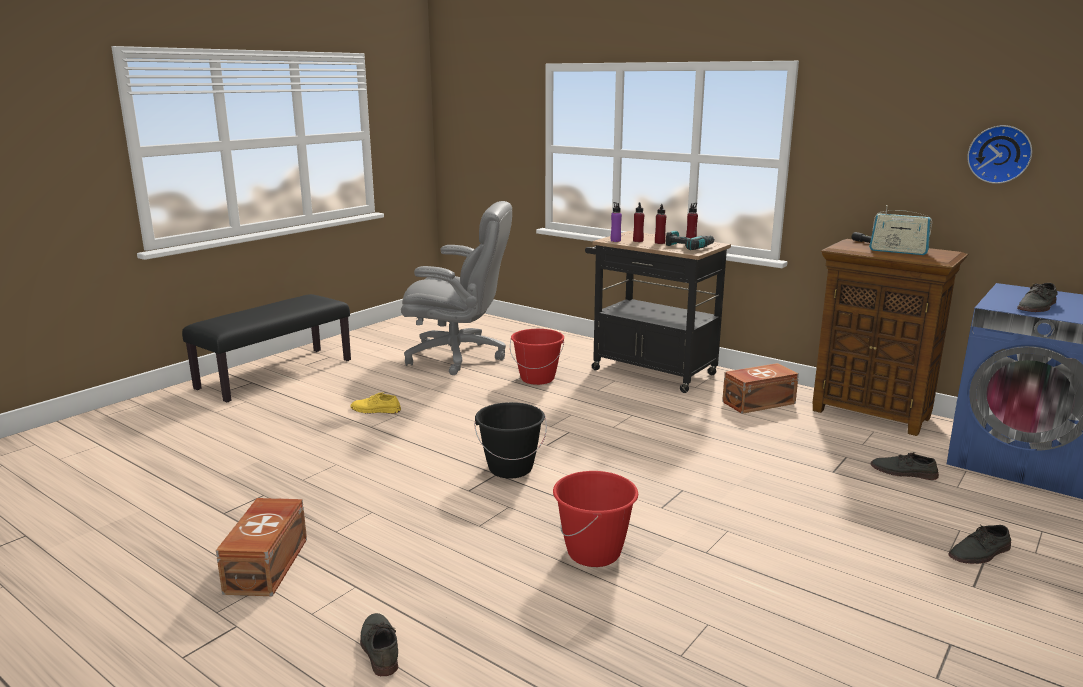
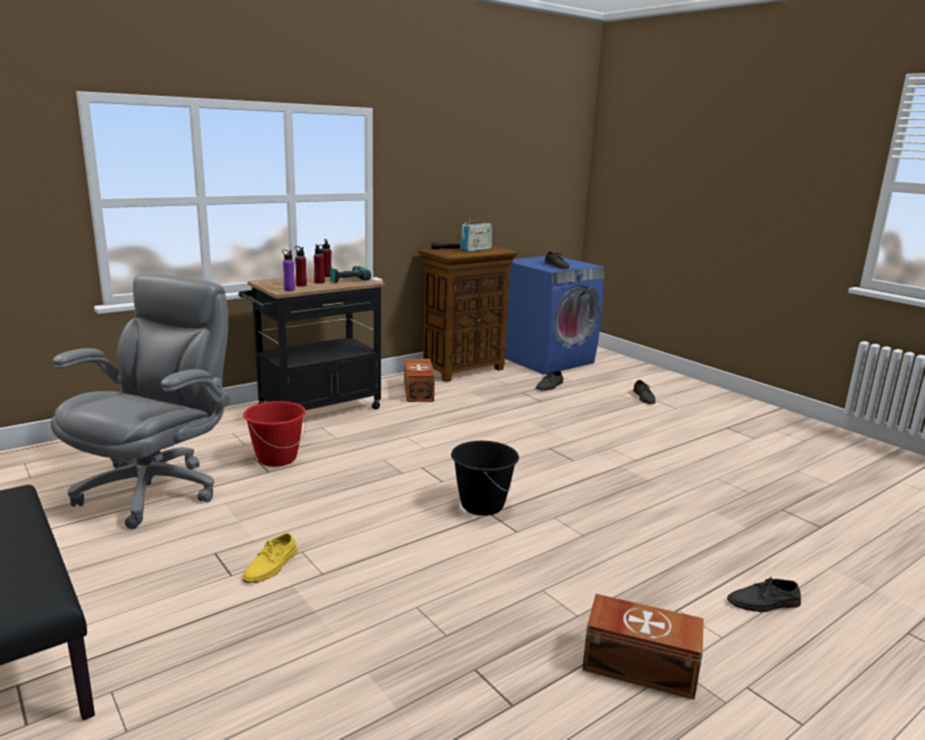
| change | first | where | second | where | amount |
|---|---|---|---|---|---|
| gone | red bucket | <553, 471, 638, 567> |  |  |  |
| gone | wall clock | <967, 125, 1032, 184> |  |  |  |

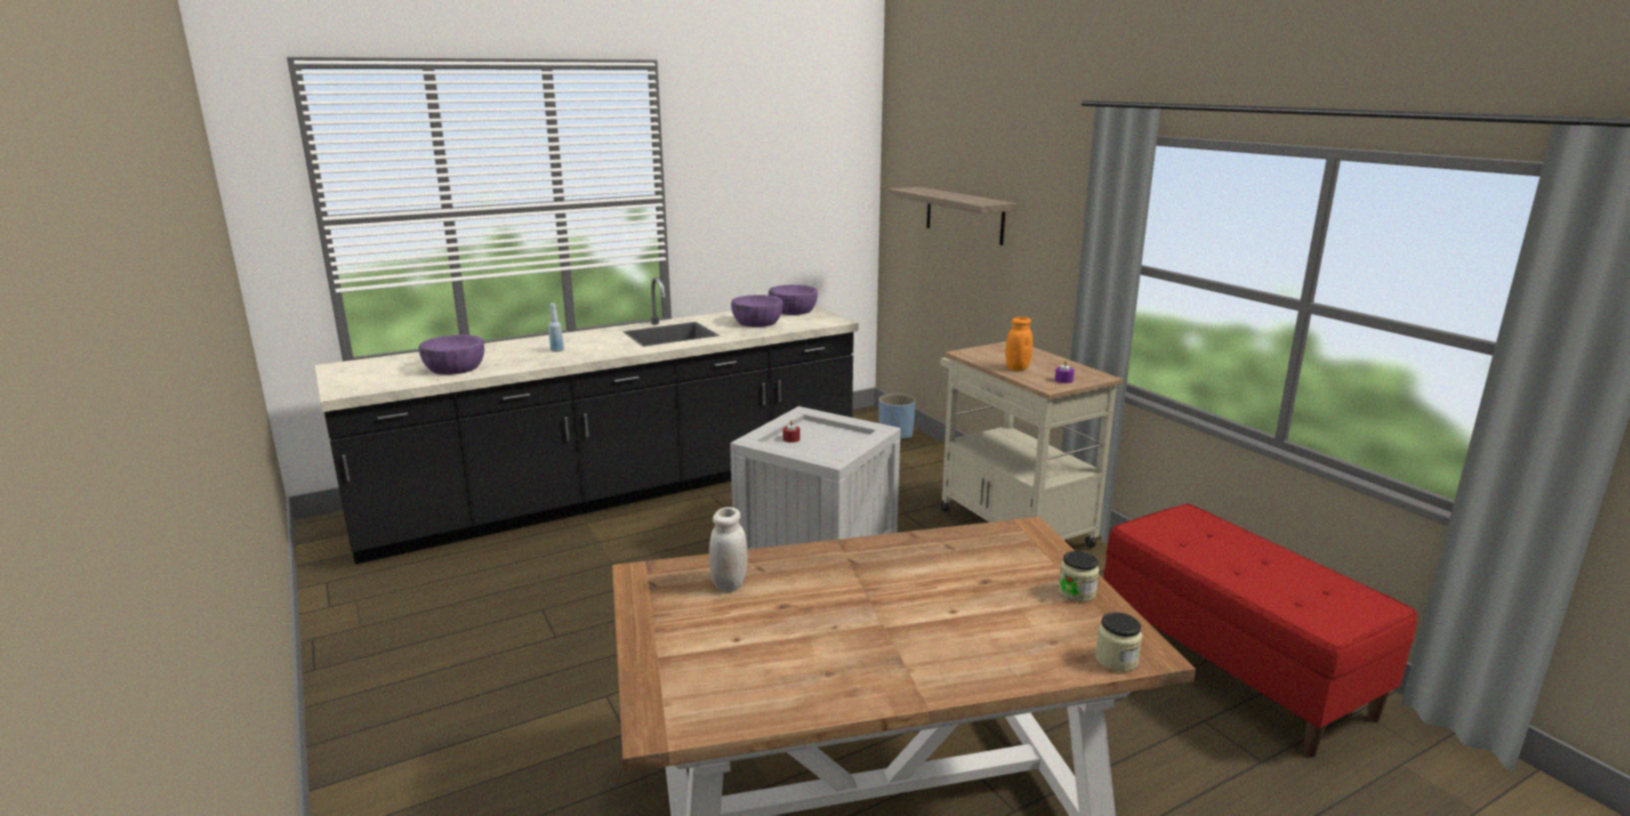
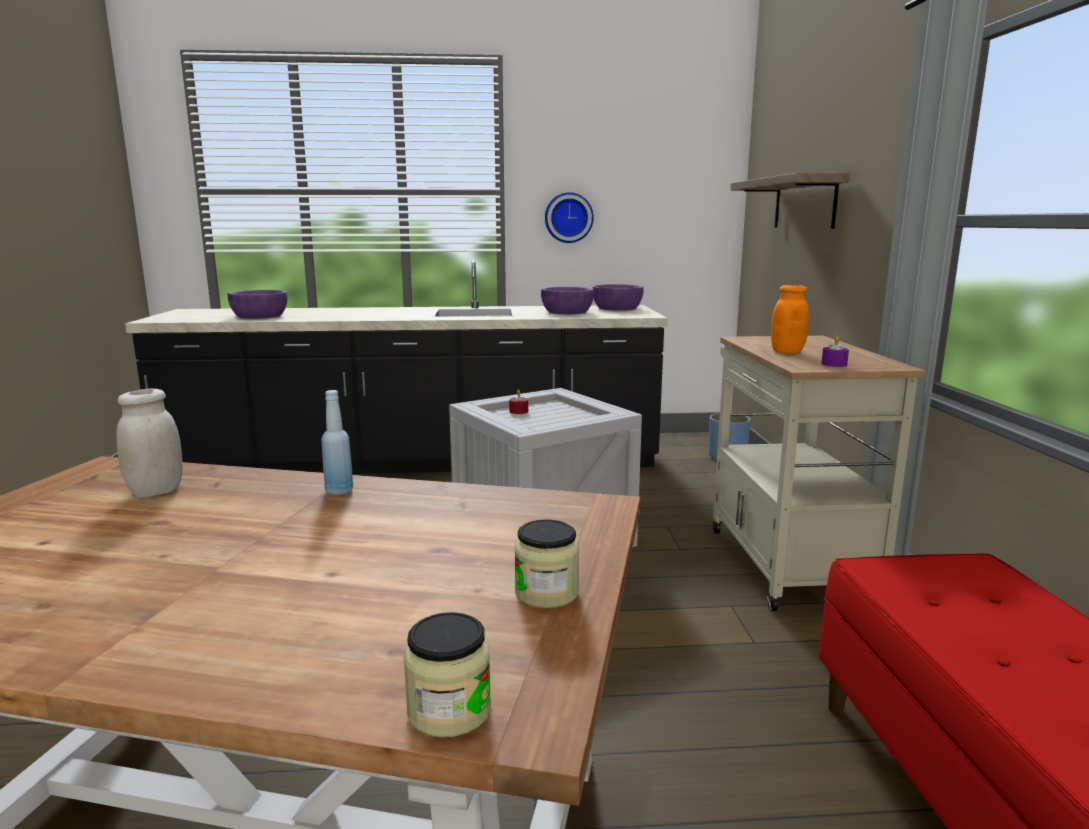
| change | first | where | second | where | amount |
|---|---|---|---|---|---|
| shifted | blue bottle | <548, 303, 564, 352> |  | <321, 390, 353, 495> |  |
| new |  |  | wall clock | <545, 192, 594, 243> |  |

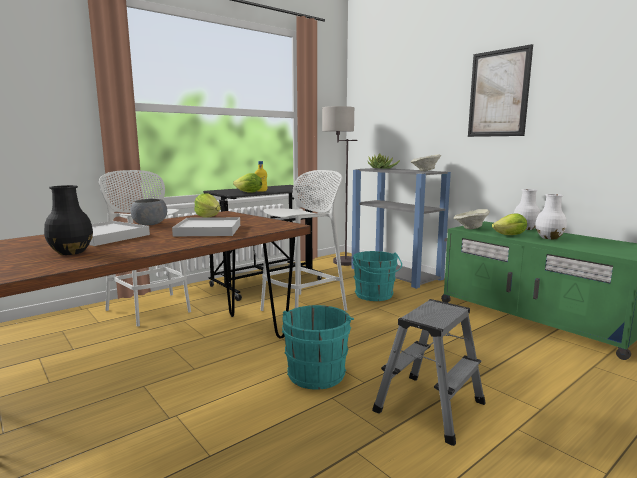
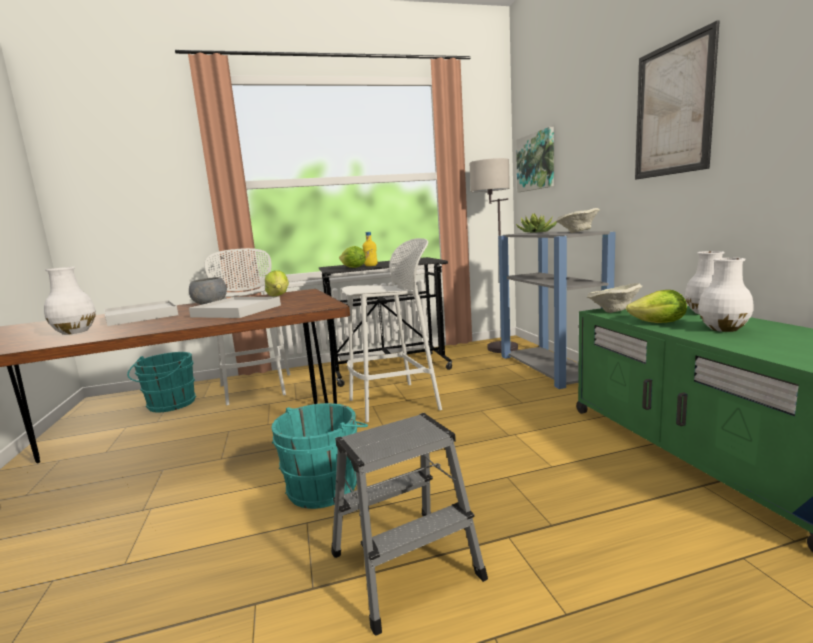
| change | first | where | second | where | amount |
|---|---|---|---|---|---|
| repainted | black vase | <44, 185, 93, 255> | white vase | <44, 267, 96, 335> |  |
| shifted | turquoise bucket | <352, 251, 402, 301> |  | <127, 352, 196, 413> |  |
| new |  |  | picture | <516, 127, 554, 192> |  |

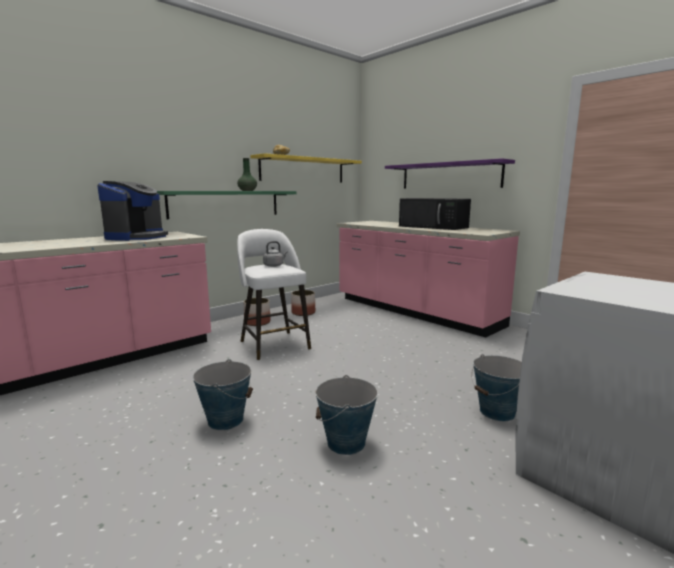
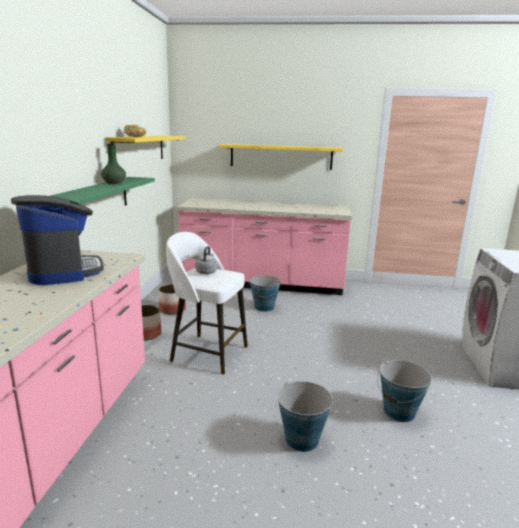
| change | first | where | second | where | amount |
|---|---|---|---|---|---|
| repainted | purple shelf | <385, 158, 515, 189> | yellow shelf | <218, 144, 343, 170> |  |
| shifted | bucket | <471, 354, 522, 421> |  | <249, 275, 281, 312> |  |
| gone | black microwave | <399, 198, 471, 230> |  |  |  |

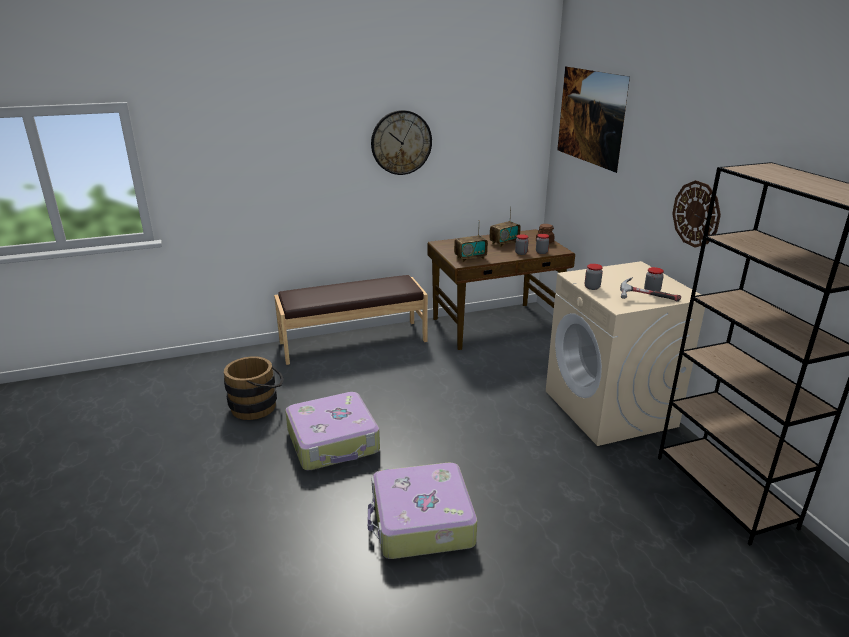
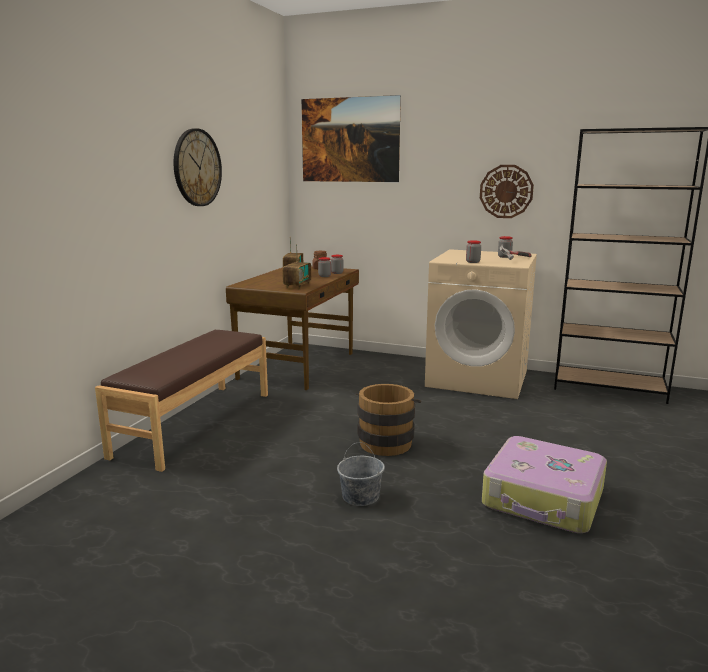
| change | first | where | second | where | amount |
|---|---|---|---|---|---|
| swapped | suitcase | <285, 392, 380, 470> | grey bucket | <337, 442, 385, 506> |  |
| shifted | brown bucket | <224, 356, 284, 420> |  | <355, 384, 421, 456> |  |

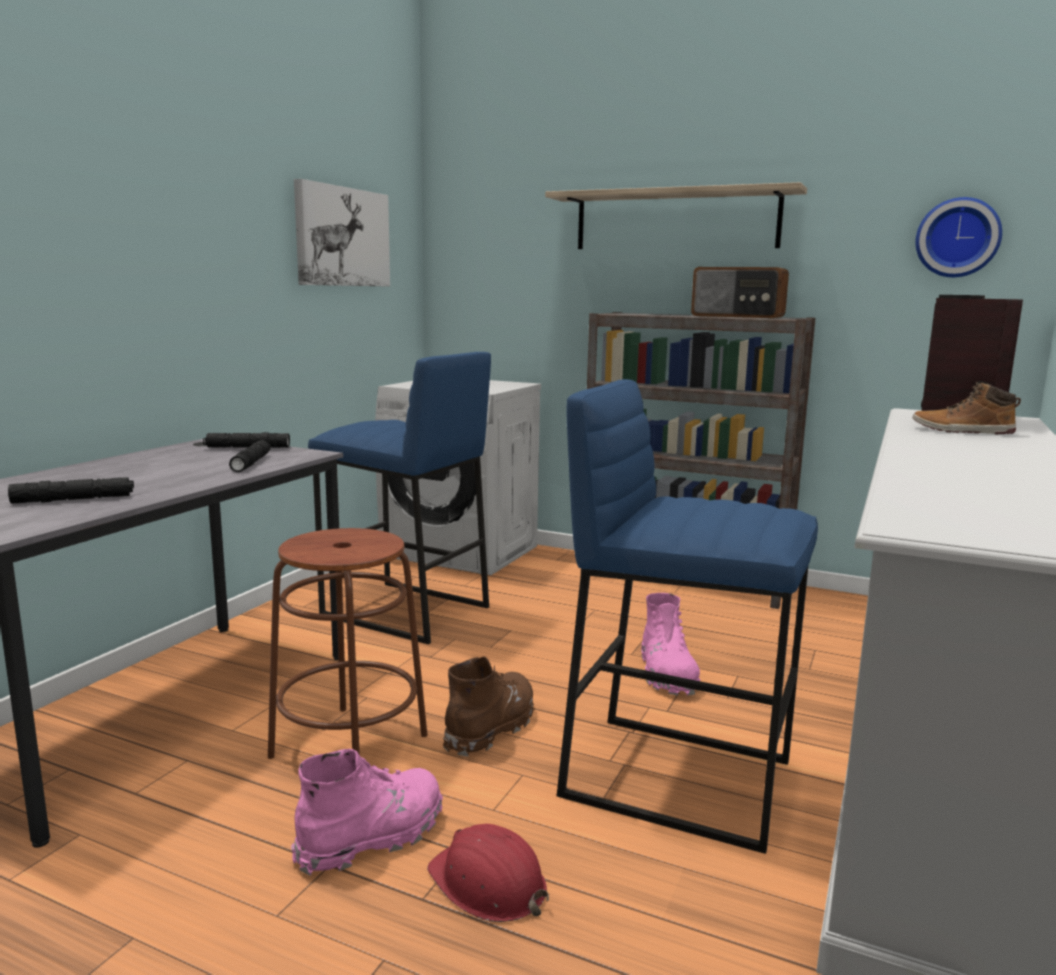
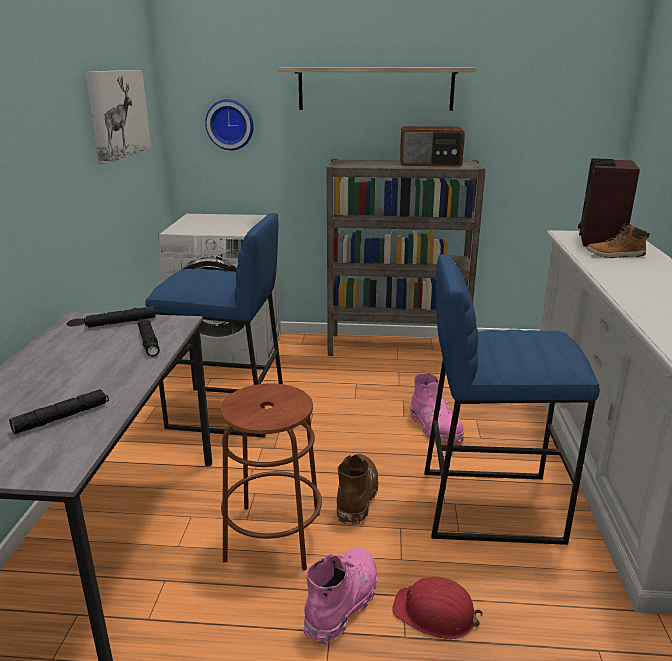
| change | first | where | second | where | amount |
|---|---|---|---|---|---|
| shifted | wall clock | <916, 197, 1002, 277> |  | <205, 99, 254, 150> |  |

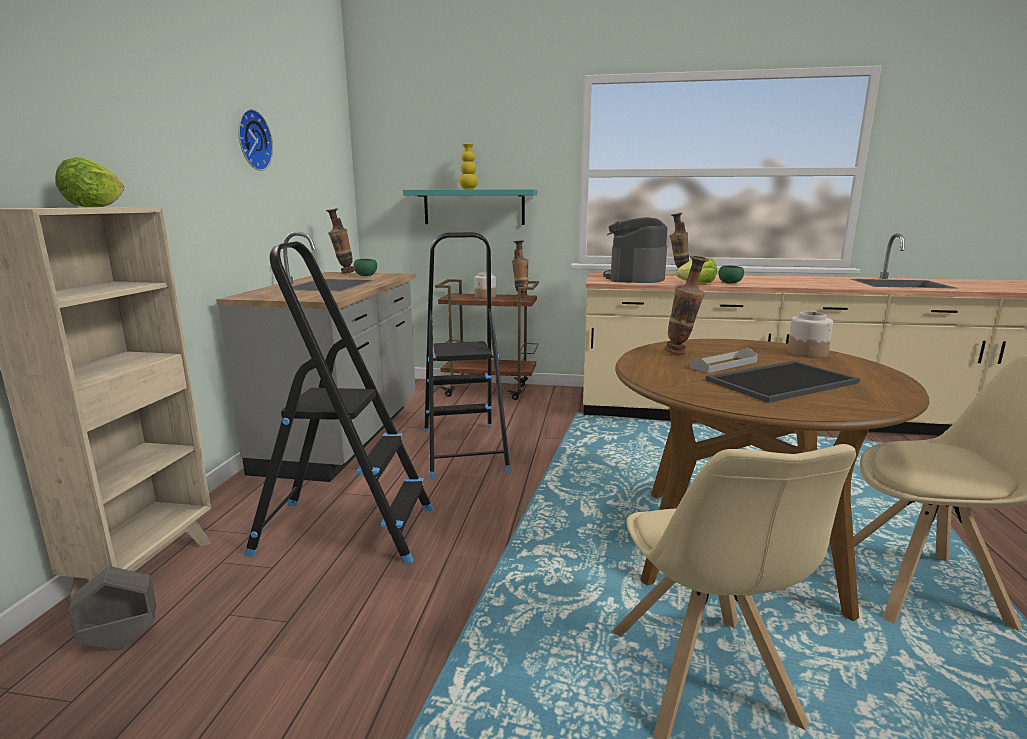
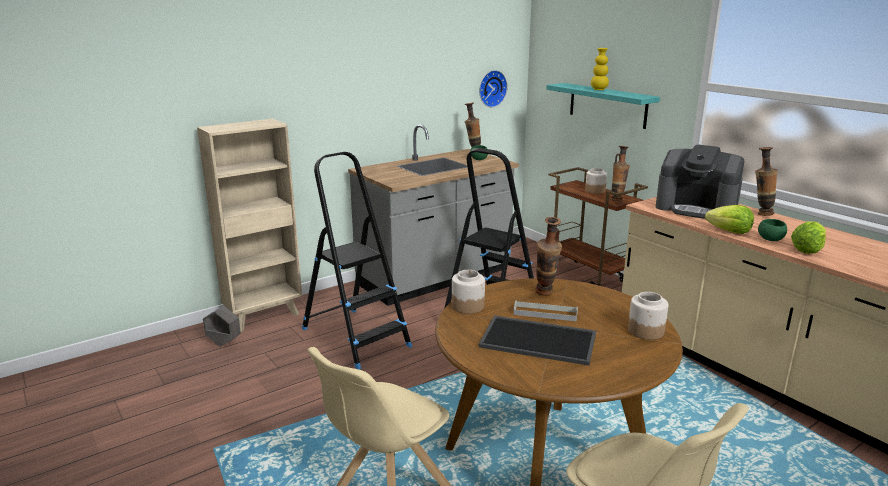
| change | first | where | second | where | amount |
|---|---|---|---|---|---|
| new |  |  | jar | <452, 270, 485, 314> |  |
| shifted | wall clock | <238, 109, 273, 171> |  | <479, 70, 508, 107> |  |
| rotated | coffee machine | <603, 217, 667, 283> |  | <656, 145, 744, 219> | 120 degrees counterclockwise |
| shifted | lettuce | <55, 157, 124, 207> |  | <791, 221, 826, 254> |  |

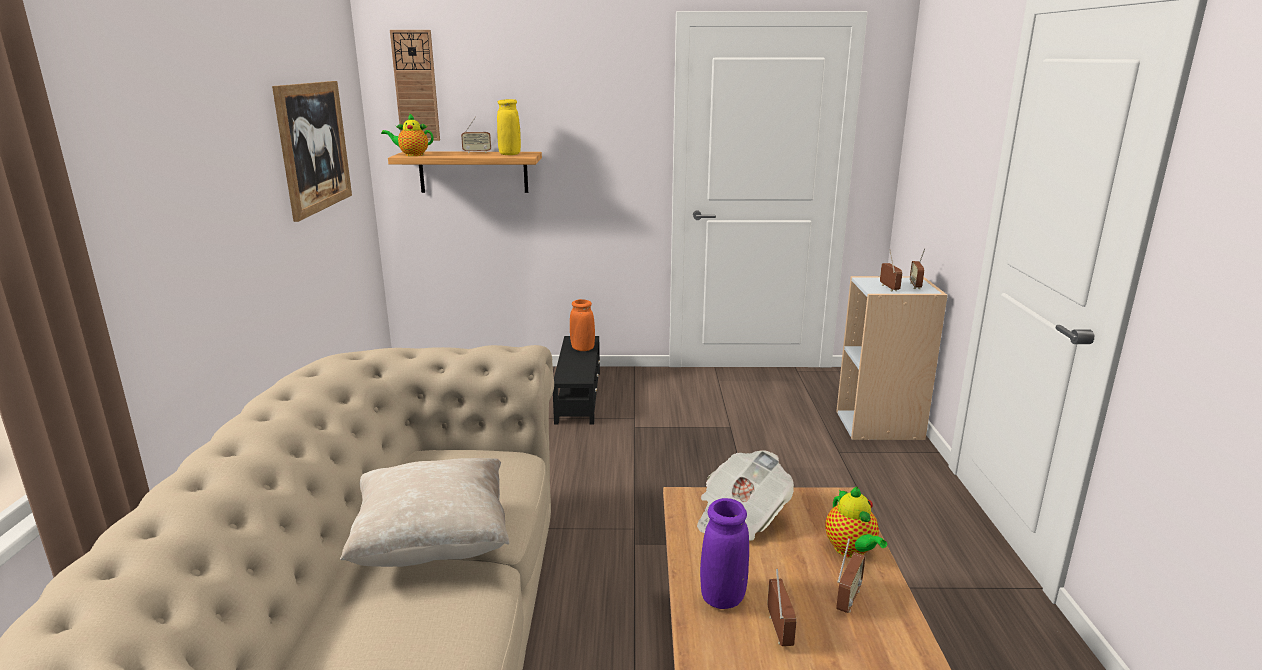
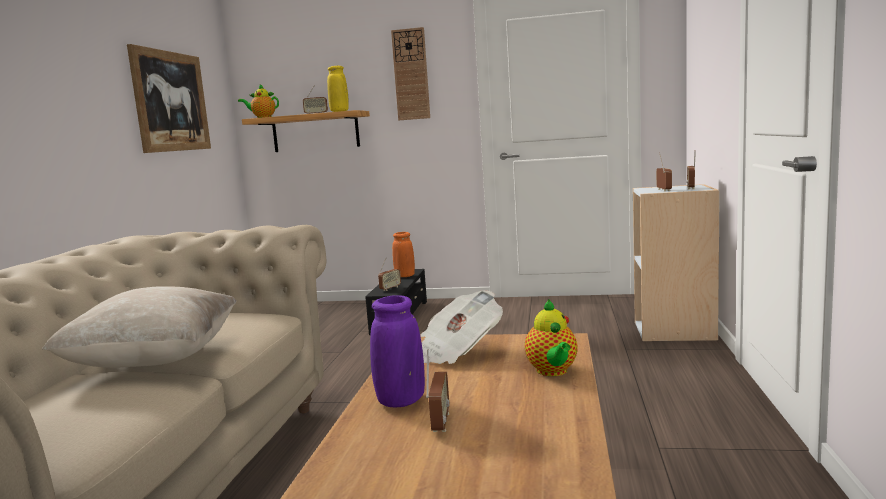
| change | first | where | second | where | amount |
|---|---|---|---|---|---|
| shifted | radio | <836, 538, 866, 613> |  | <378, 258, 401, 291> |  |
| shifted | wall clock | <390, 30, 440, 141> |  | <391, 27, 430, 120> |  |

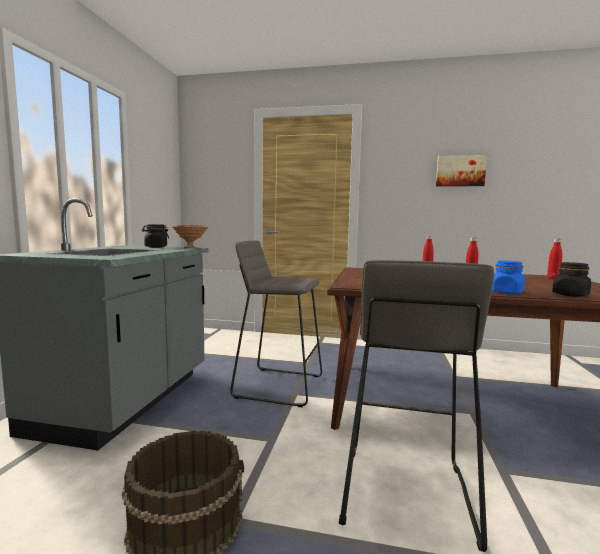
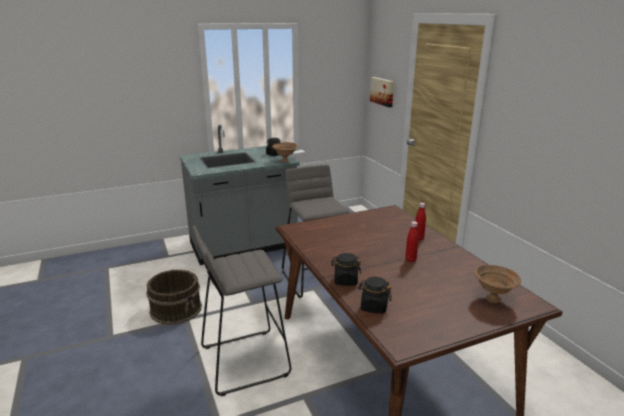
| change | first | where | second | where | amount |
|---|---|---|---|---|---|
| repainted | blue jar | <492, 260, 525, 294> | black jar | <331, 253, 361, 286> |  |
| shifted | picture | <436, 155, 487, 186> |  | <370, 77, 394, 107> |  |
| swapped | red bottle | <547, 239, 562, 280> | brown bowl | <474, 265, 521, 303> |  |

